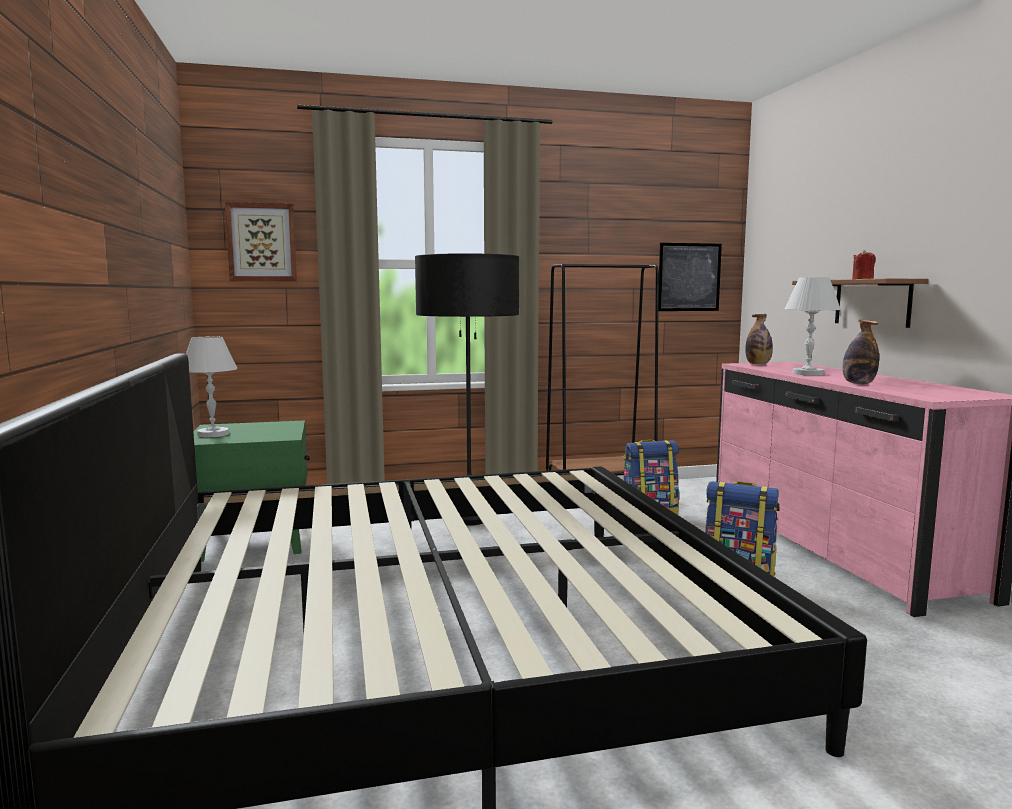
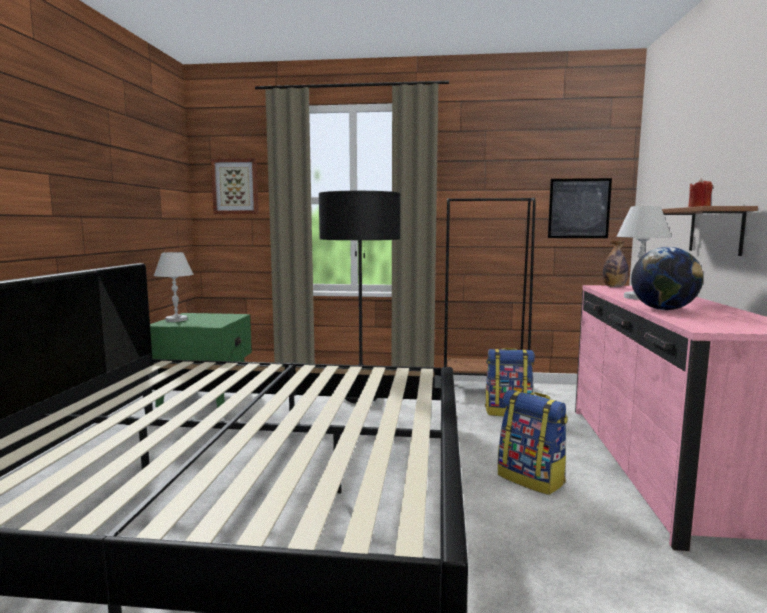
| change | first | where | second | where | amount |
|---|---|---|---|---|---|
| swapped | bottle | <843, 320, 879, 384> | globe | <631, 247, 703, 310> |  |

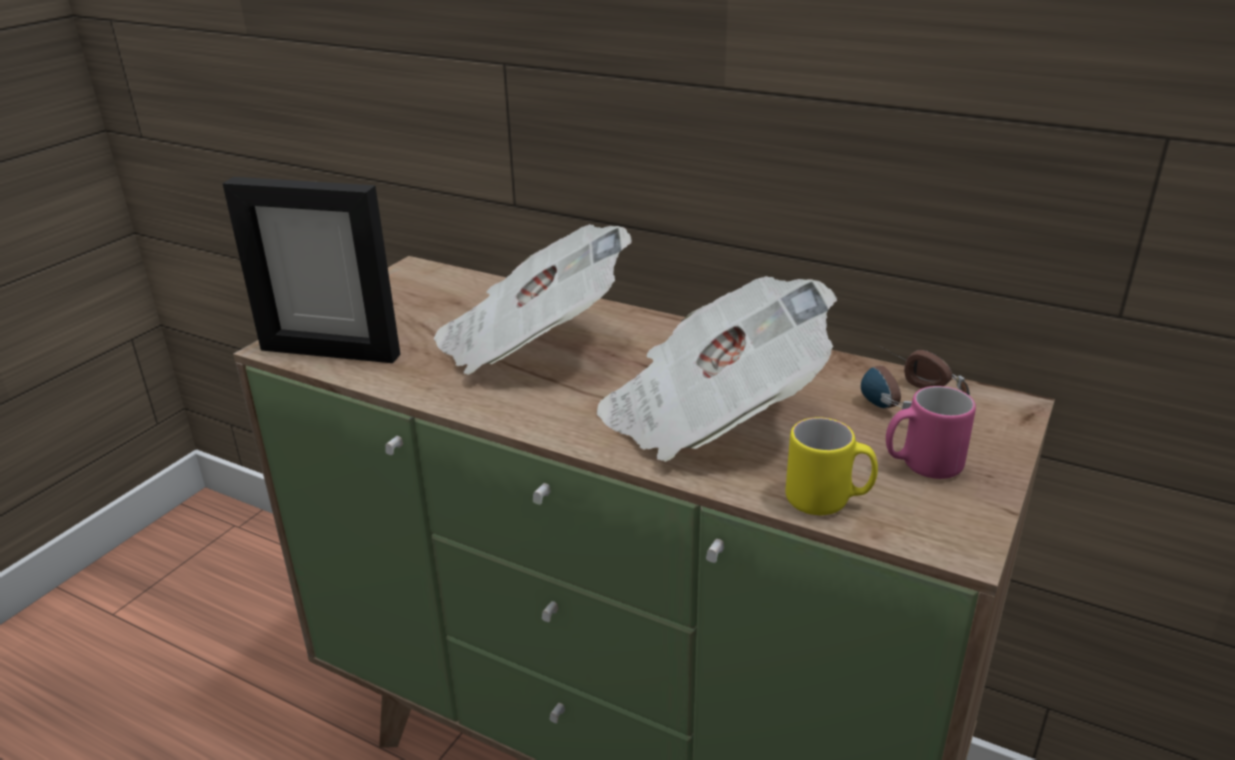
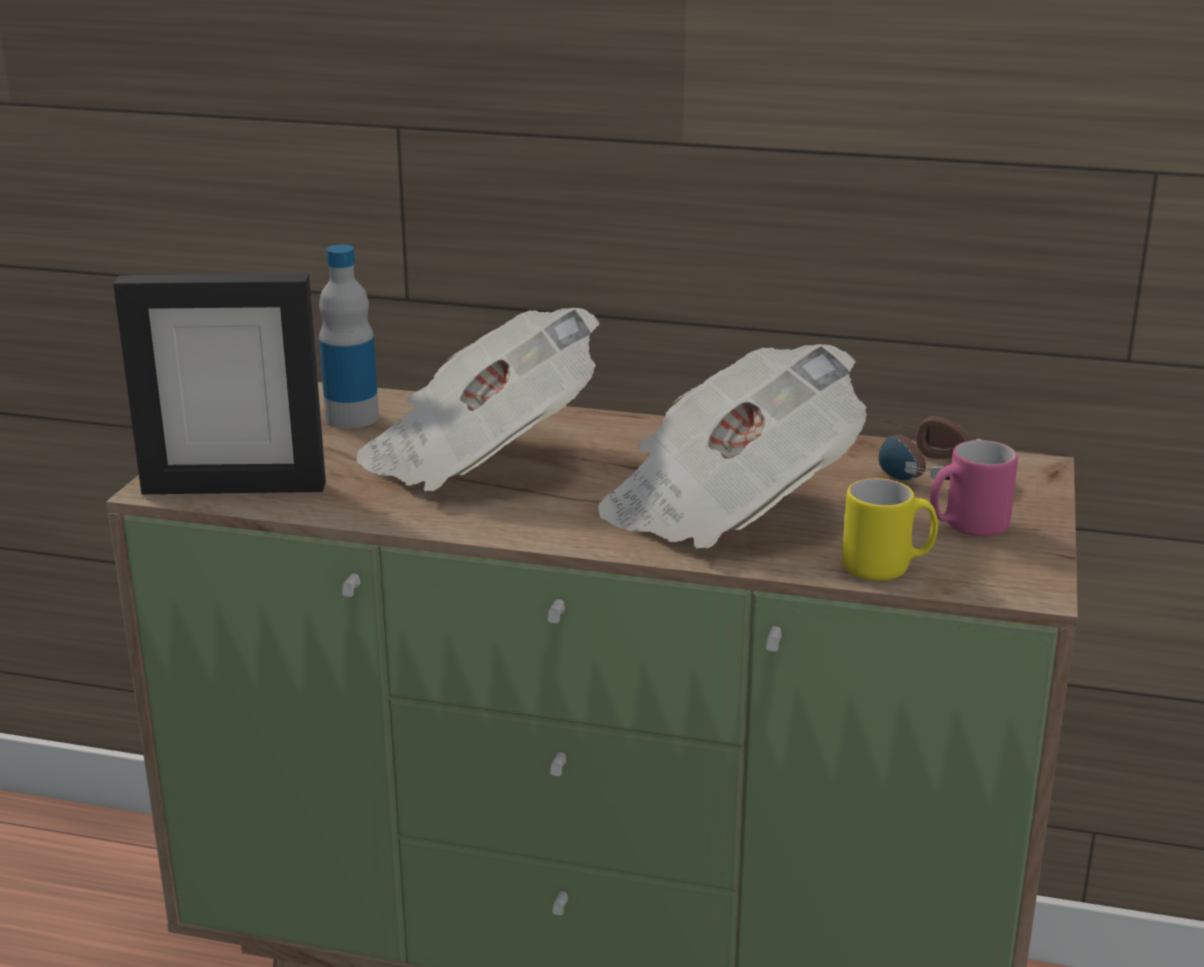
| change | first | where | second | where | amount |
|---|---|---|---|---|---|
| new |  |  | bottle | <319, 245, 379, 429> |  |

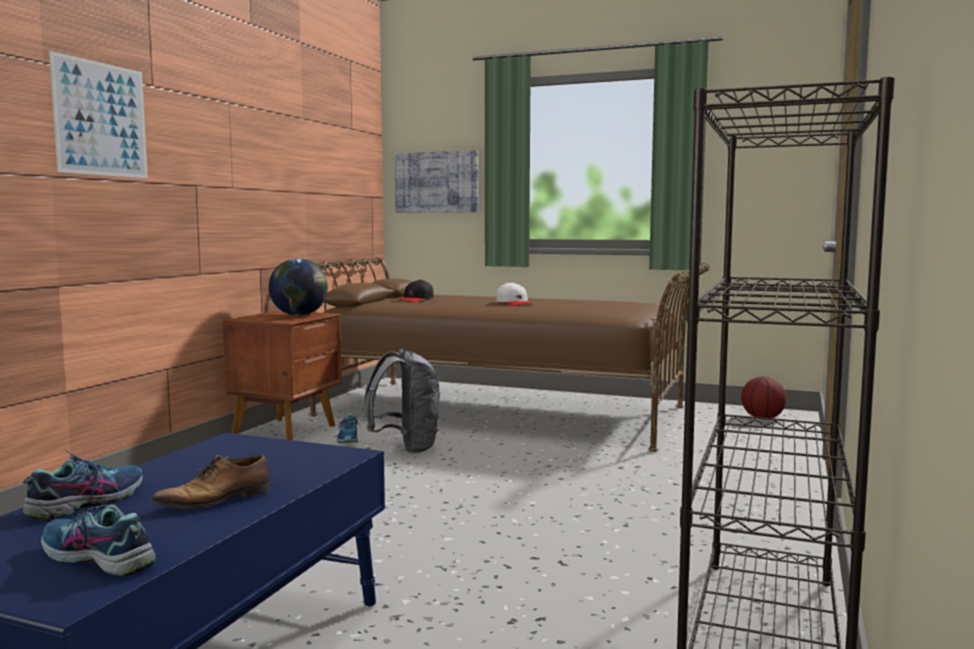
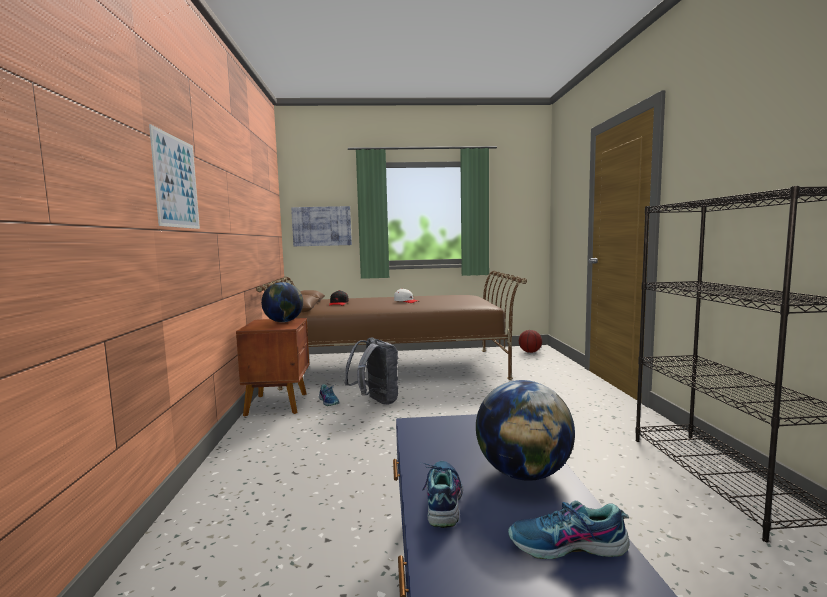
| change | first | where | second | where | amount |
|---|---|---|---|---|---|
| swapped | shoe | <151, 454, 270, 509> | globe | <476, 380, 575, 481> |  |

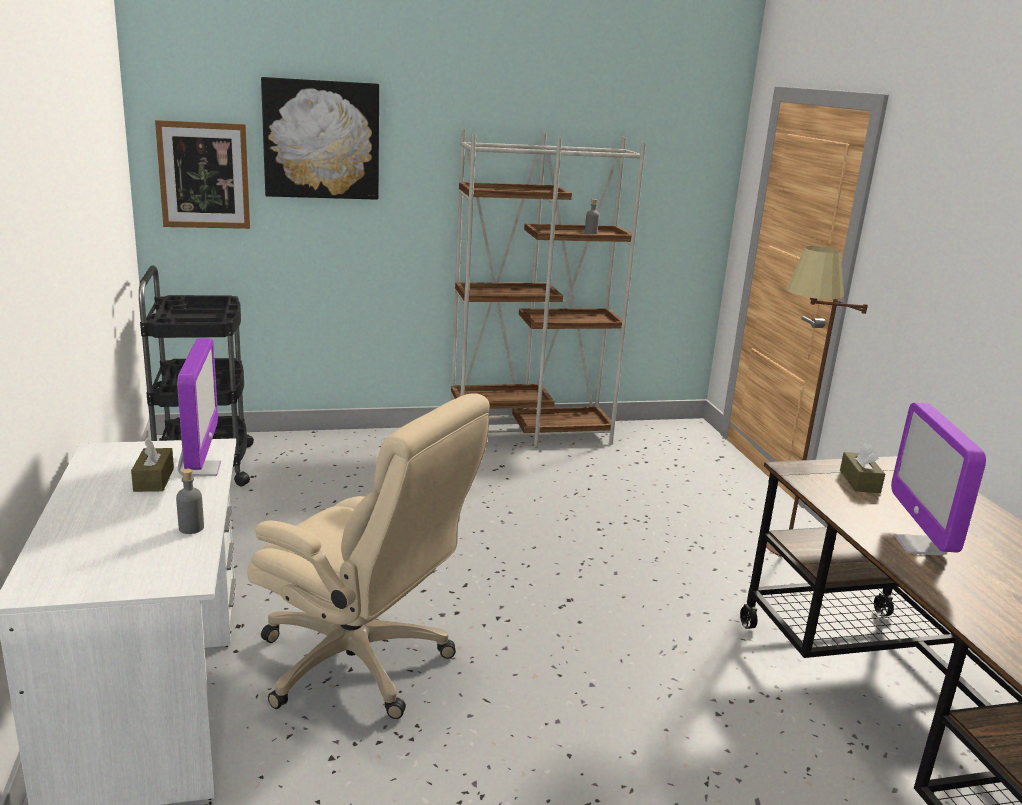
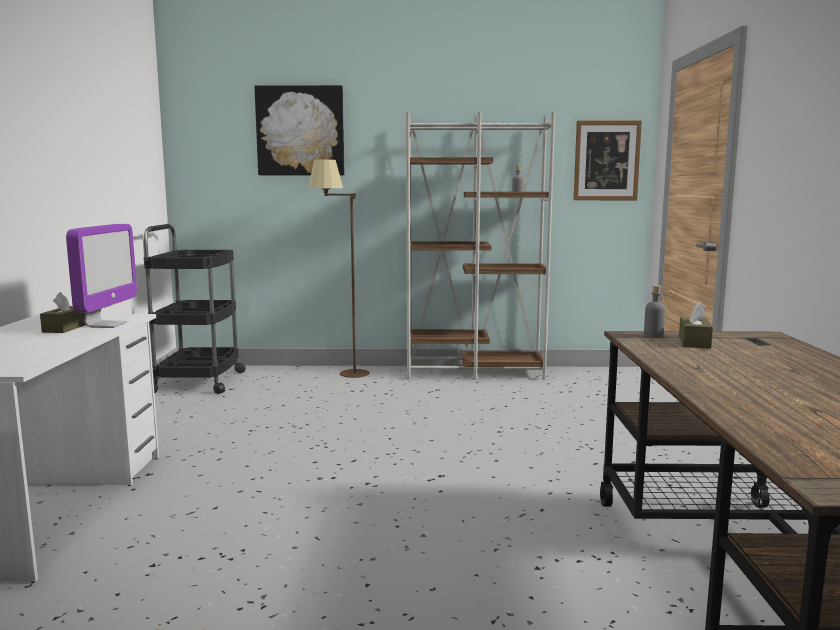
| change | first | where | second | where | amount |
|---|---|---|---|---|---|
| shifted | brown floor lamp | <766, 246, 868, 557> |  | <308, 159, 370, 378> |  |
| shifted | picture | <155, 120, 250, 229> |  | <574, 121, 642, 200> |  |
| shifted | grey bottle | <176, 469, 204, 534> |  | <644, 285, 666, 338> |  |
| gone | beige office chair | <247, 393, 490, 719> |  |  |  |
| gone | monitor | <891, 402, 986, 556> |  |  |  |

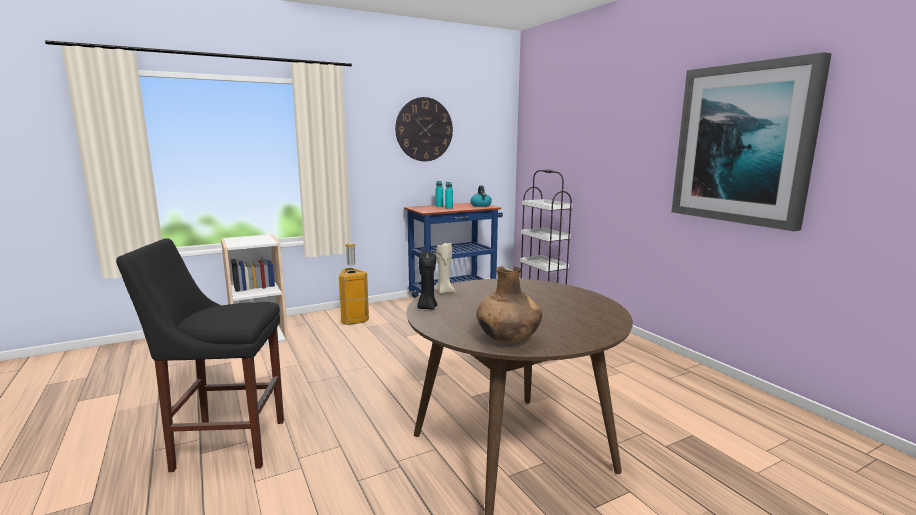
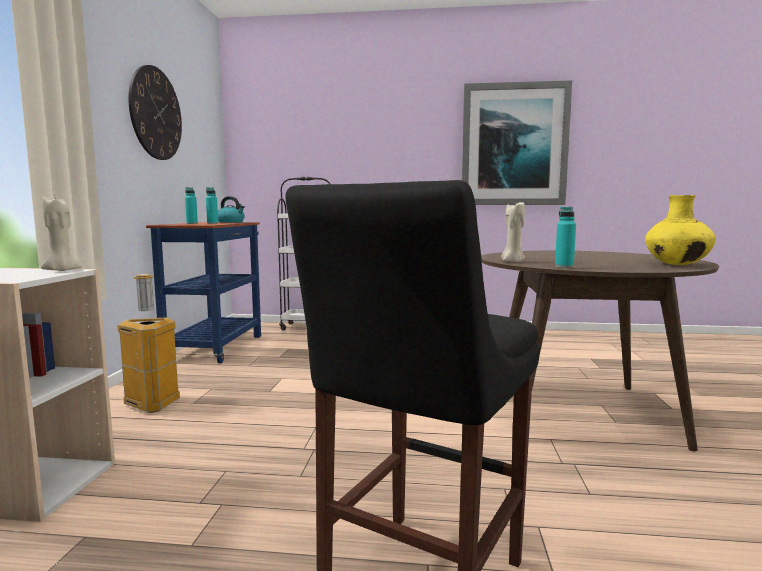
| change | first | where | second | where | amount |
|---|---|---|---|---|---|
| new |  |  | beige candle | <41, 197, 83, 271> |  |
| swapped | black candle | <417, 251, 437, 310> | turquoise bottle | <555, 207, 576, 268> |  |
| repainted | brown vase | <476, 266, 542, 343> | yellow vase | <645, 195, 716, 265> |  |

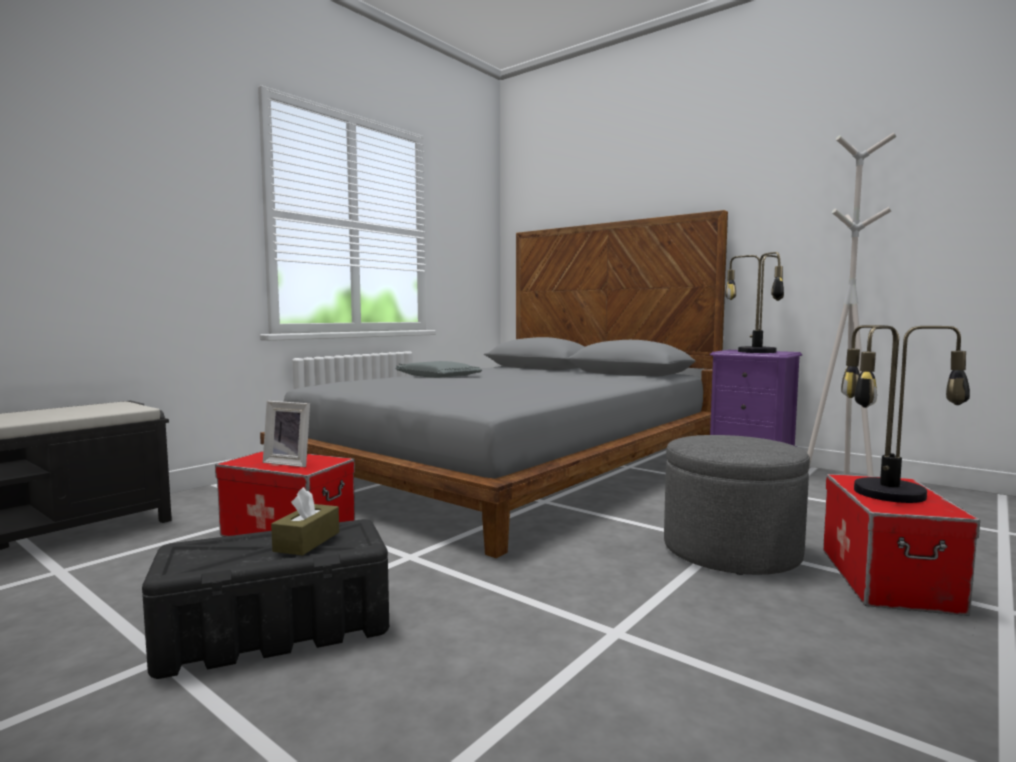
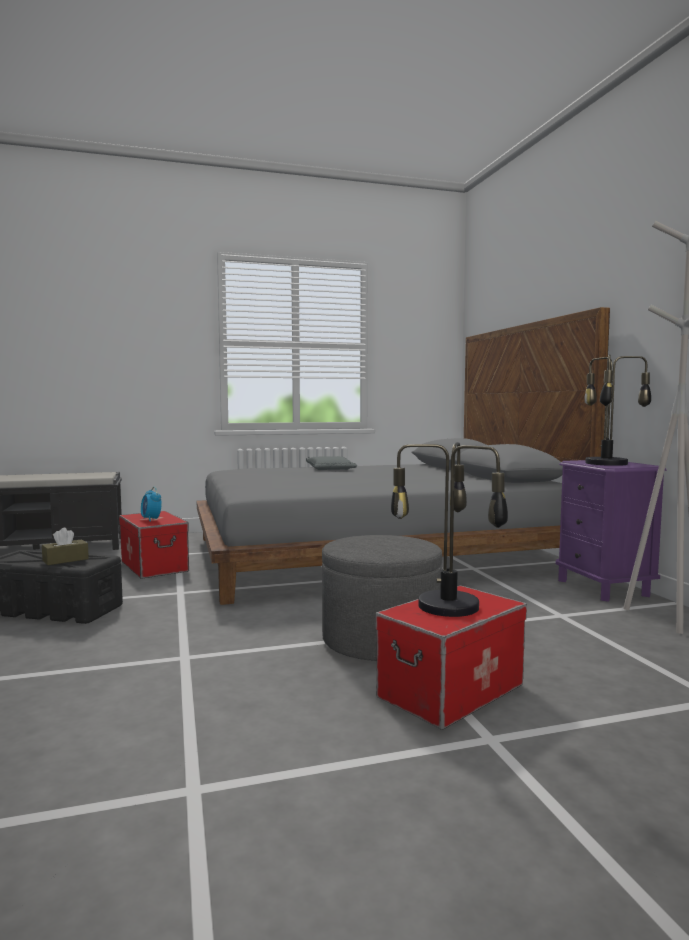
| change | first | where | second | where | amount |
|---|---|---|---|---|---|
| swapped | picture frame | <263, 401, 310, 467> | alarm clock | <141, 487, 162, 522> |  |

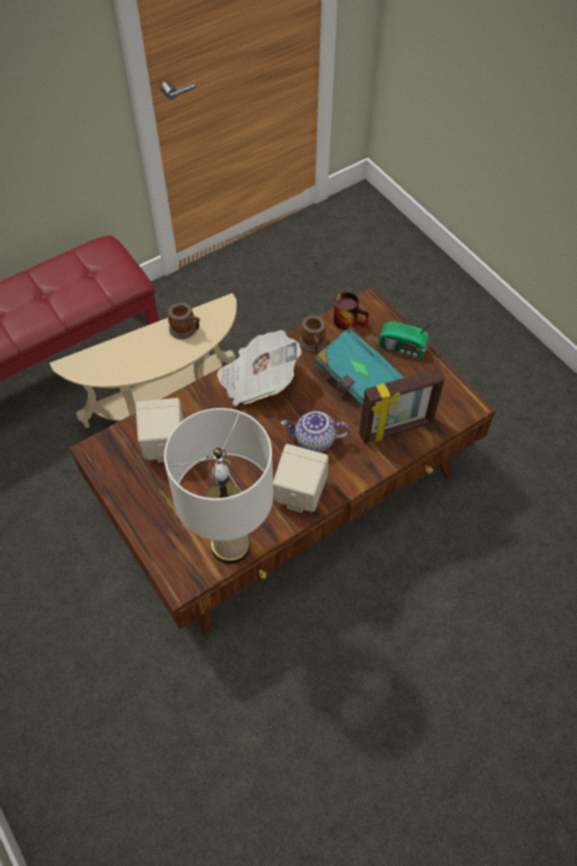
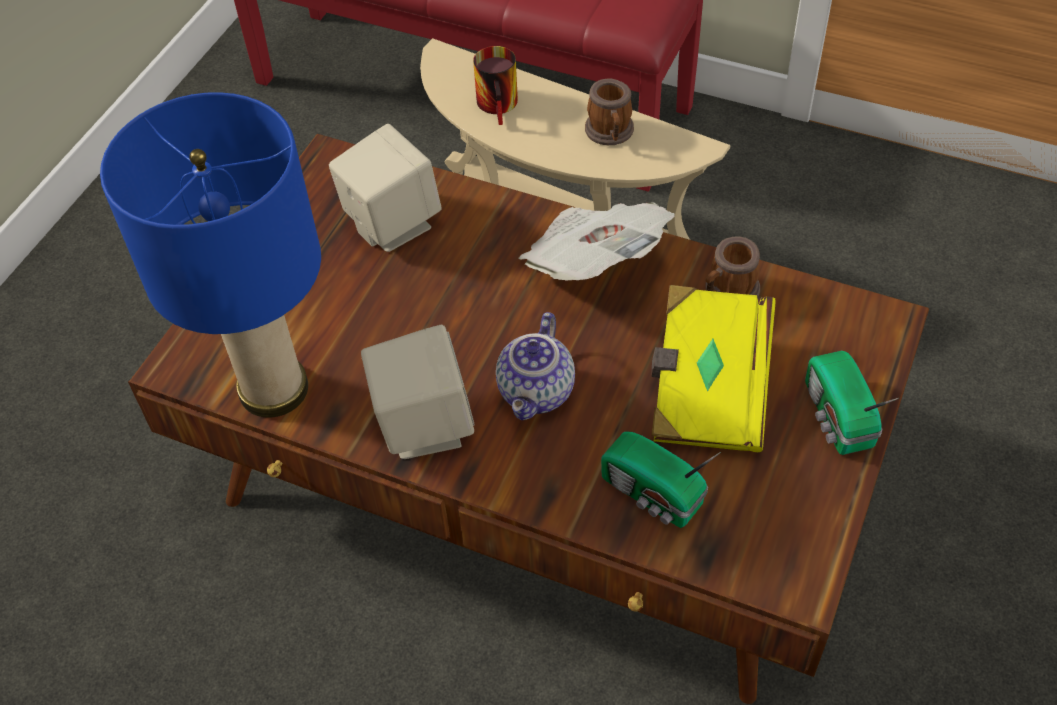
| change | first | where | second | where | amount |
|---|---|---|---|---|---|
| repainted | white table lamp | <164, 408, 274, 564> | blue table lamp | <100, 92, 321, 418> |  |
| shifted | mug | <333, 292, 369, 330> |  | <473, 46, 518, 125> |  |
| rotated | teapot | <281, 411, 350, 452> |  | <496, 312, 575, 420> | 135 degrees counterclockwise |
| swapped | picture frame | <359, 368, 445, 444> | radio | <601, 431, 721, 528> |  |
| repainted | turquoise book | <314, 326, 405, 407> | yellow book | <651, 285, 776, 452> |  |

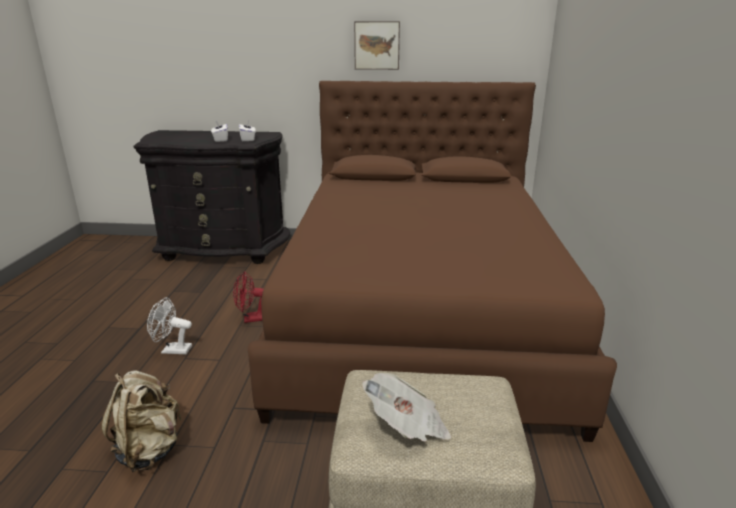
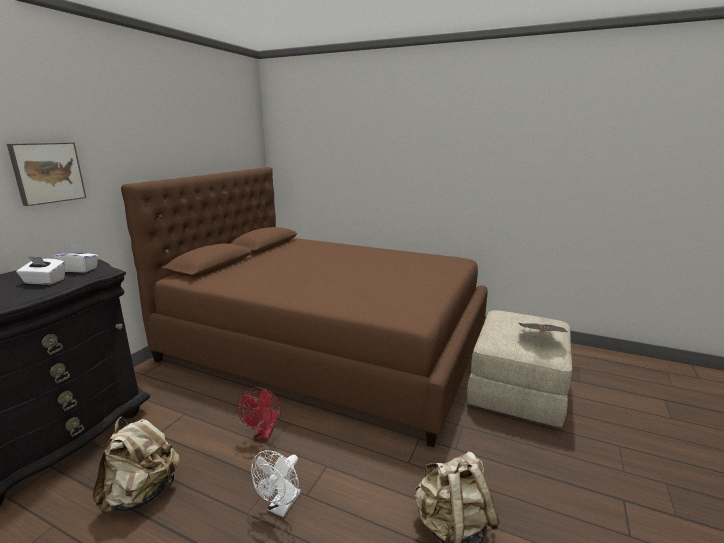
| change | first | where | second | where | amount |
|---|---|---|---|---|---|
| shifted | picture | <354, 21, 400, 70> |  | <7, 142, 86, 206> |  |
| new |  |  | beige backpack | <93, 417, 180, 513> |  |

